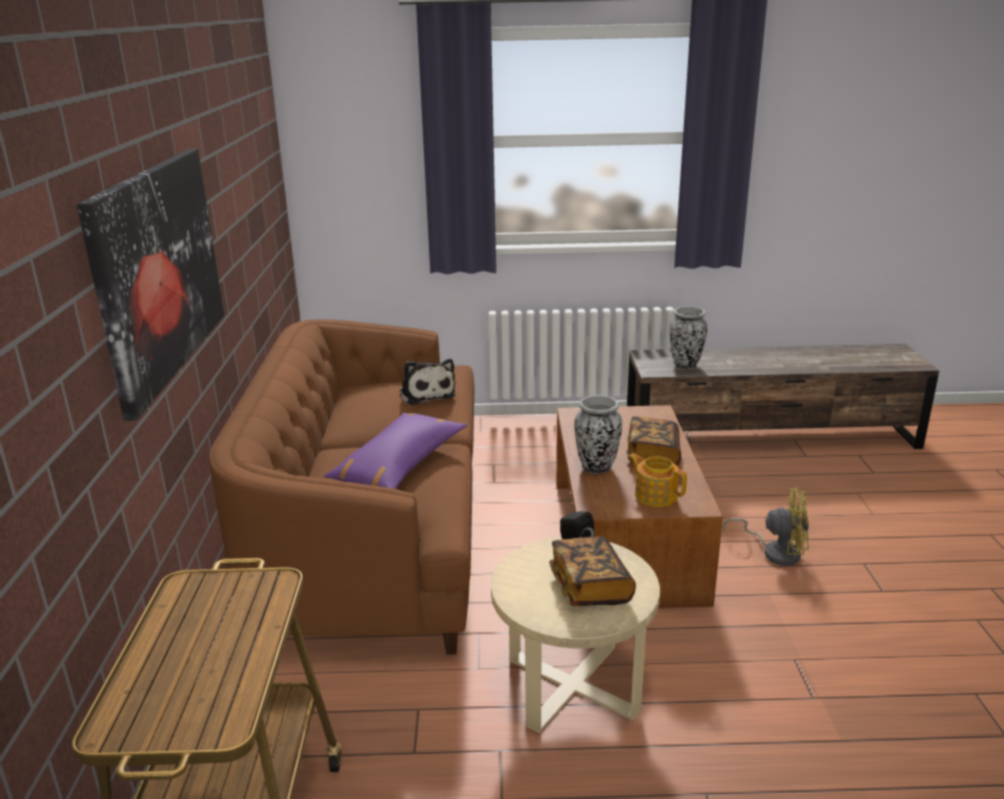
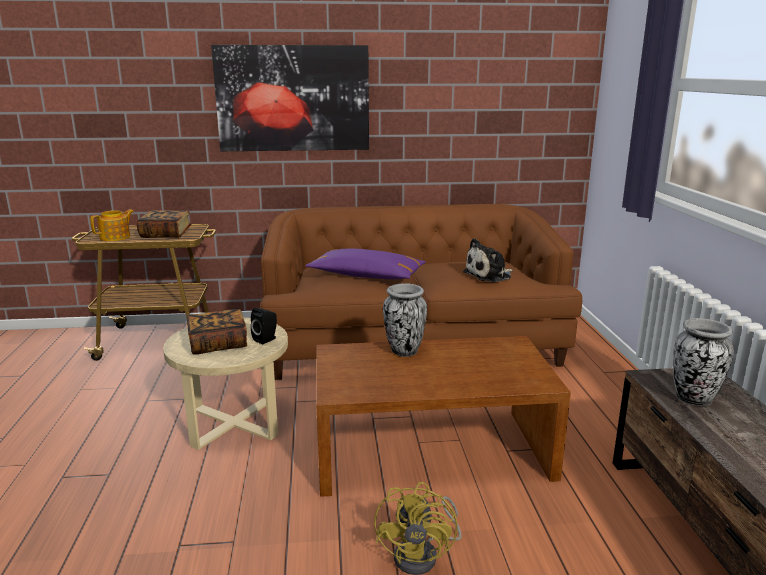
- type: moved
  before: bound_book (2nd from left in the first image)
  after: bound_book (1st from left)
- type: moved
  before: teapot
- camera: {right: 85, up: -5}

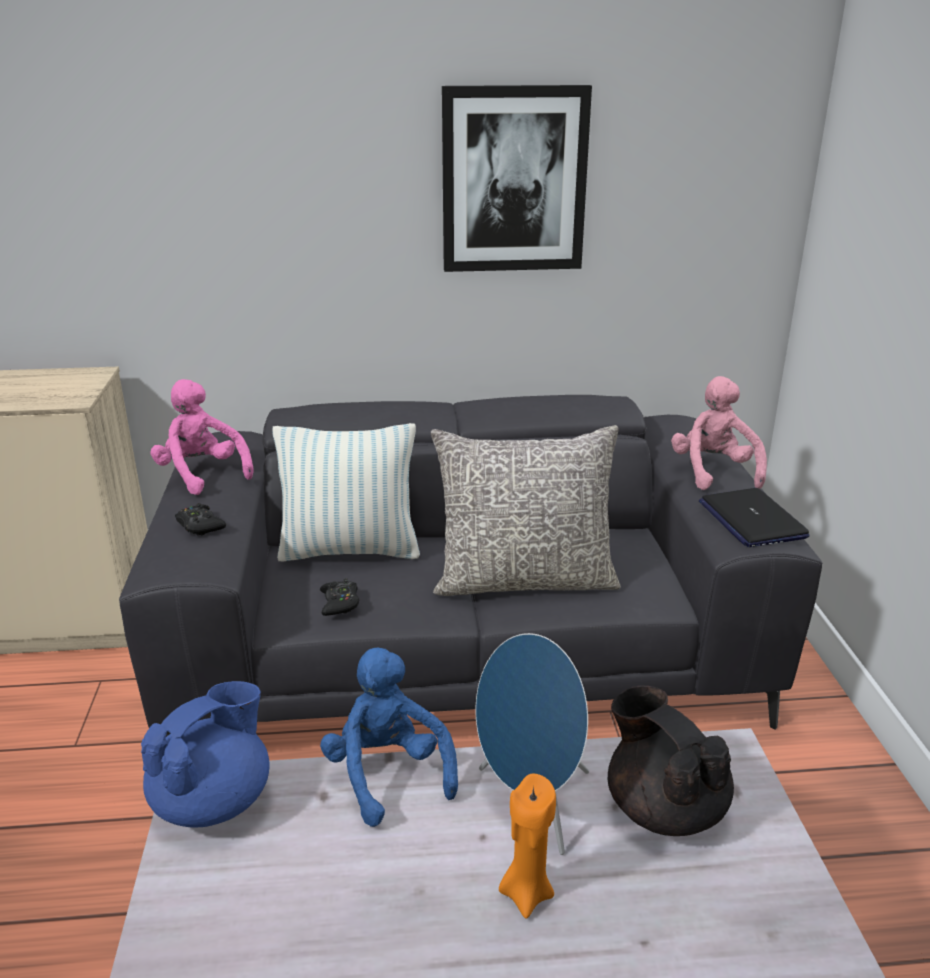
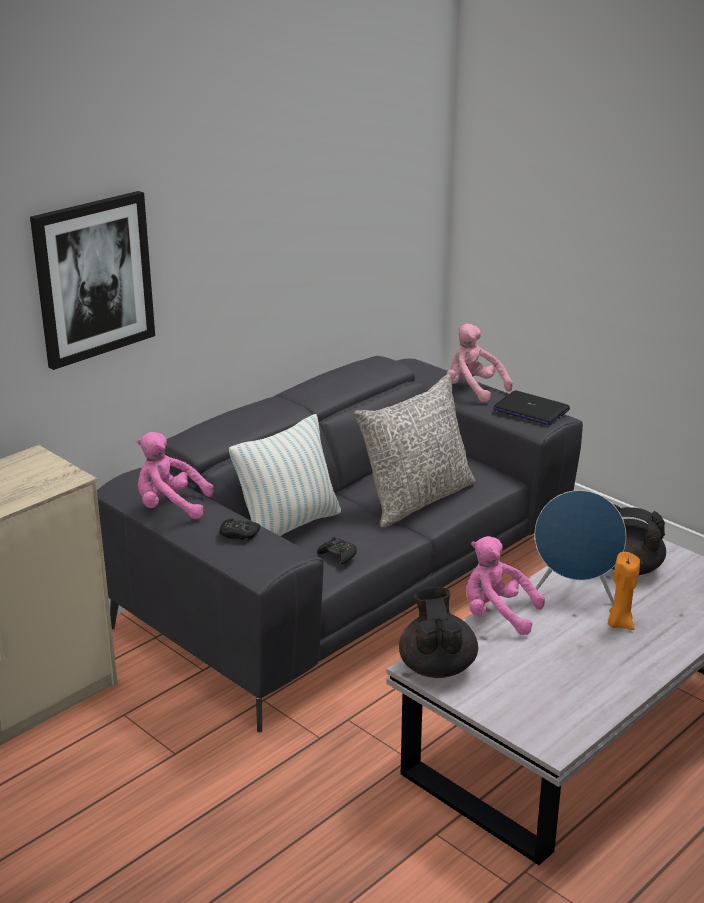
- type: moved
  before: wall_picture
- type: recoloured
  before: blue-coloured_plush_toy
  after: pinkish_plush_toy (3rd from left)
- type: recoloured
  before: blue-coloured_teapot
  after: blackish_teapot (1st from left)
- camera: {right: -40, up: 0}

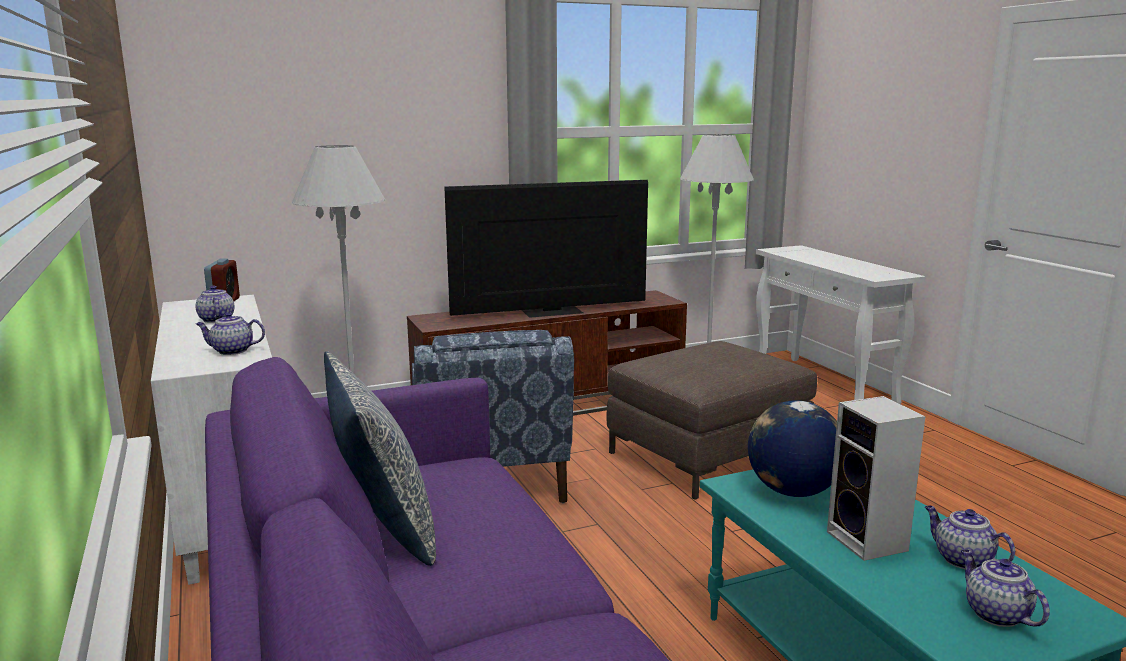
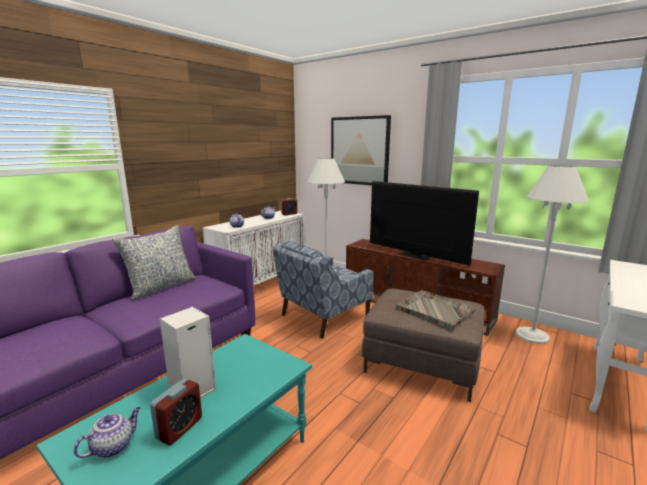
- type: removed
  before: desk_globe
- type: replaced
  before: teapot (3rd from left)
  after: alarm_clock (1st from left)
- type: added
  after: wall_picture
- type: added
  after: gray_serving_tray
- camera: {right: 60, up: 0}

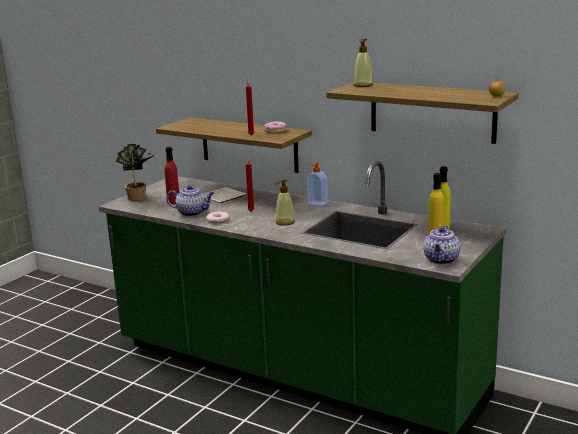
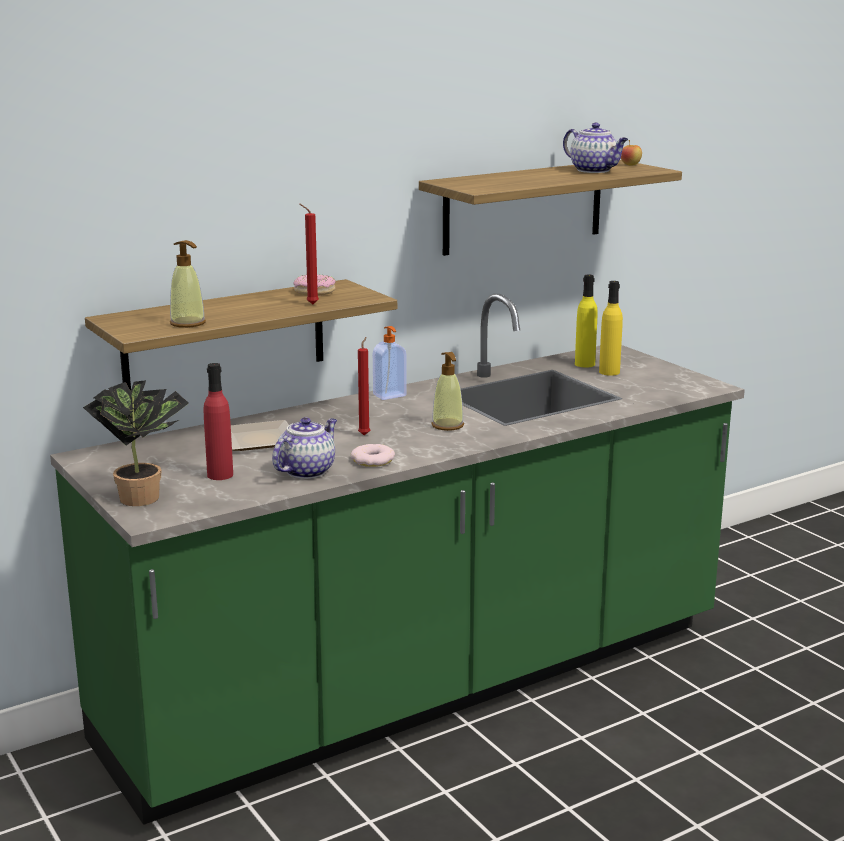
- type: moved
  before: liquid_soap_bottle (3rd from left in the first image)
  after: liquid_soap_bottle (1st from left)
- type: moved
  before: teapot (2nd from left)
- camera: {right: -65, up: 0}

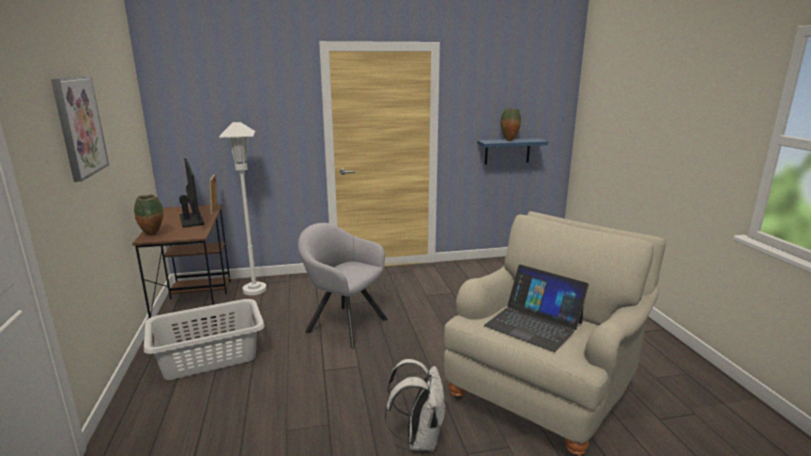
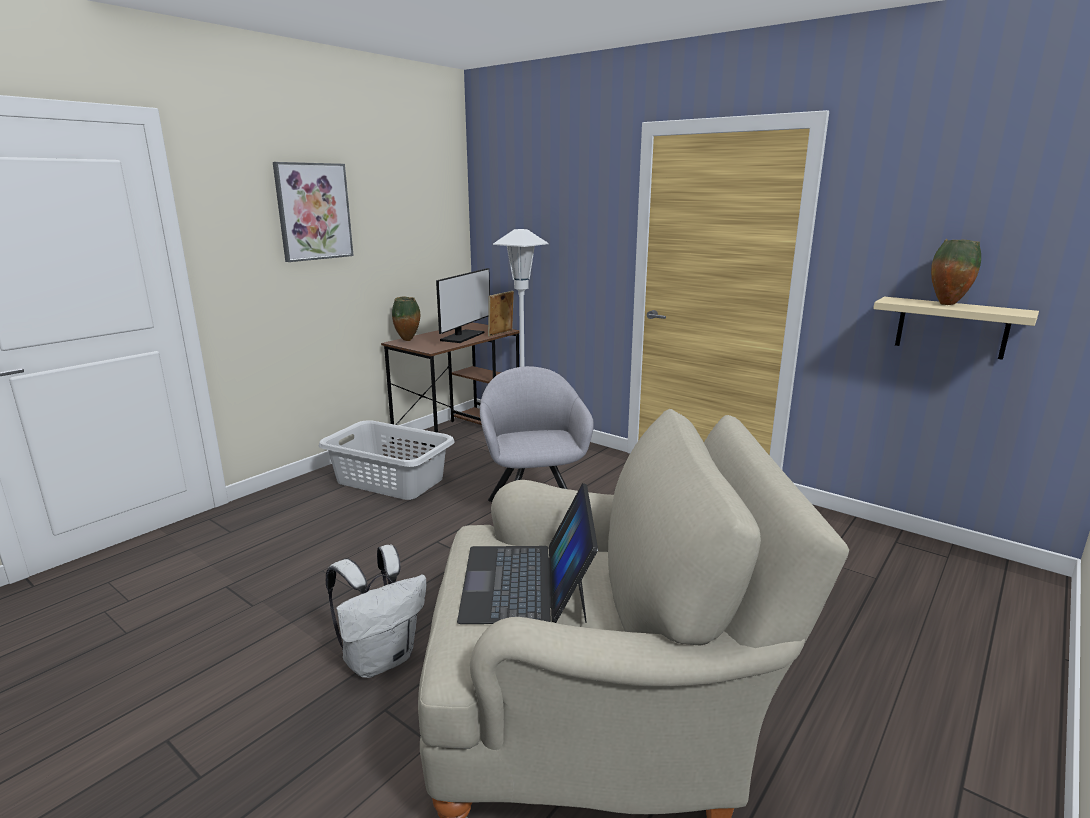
- type: recoloured
  before: blue-coloured_shelf
  after: beige_shelf
- camera: {right: 50, up: 0}

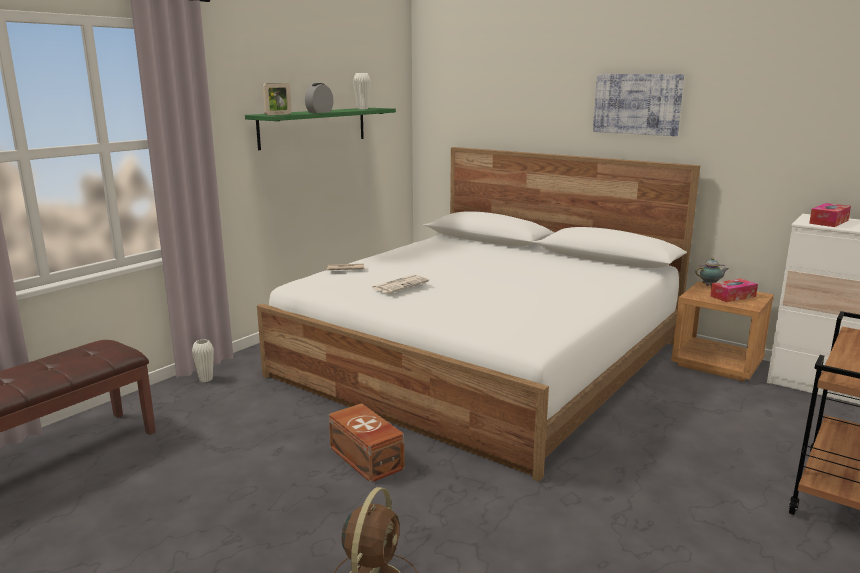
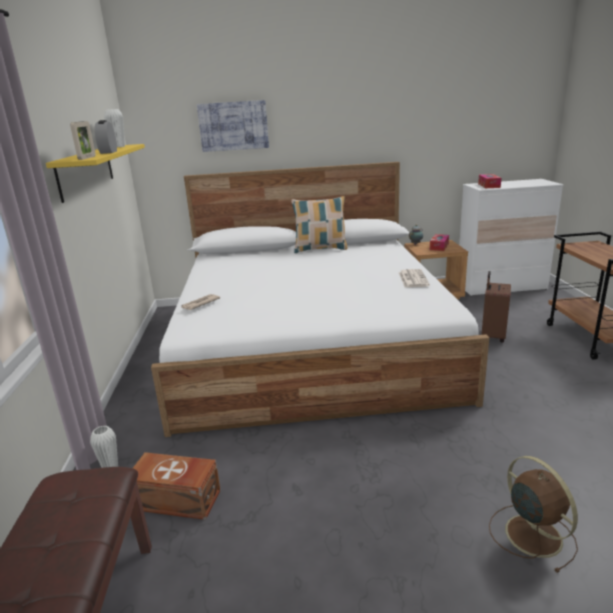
- type: moved
  before: wall_picture
- type: recoloured
  before: green_shelf
  after: yellow_shelf
- type: moved
  before: printed_paper (2nd from left)
- type: moved
  before: brown-coloured_storage_container
- type: added
  after: cushion
- type: added
  after: brown-coloured_suitcase
- camera: {right: -40, up: 5}

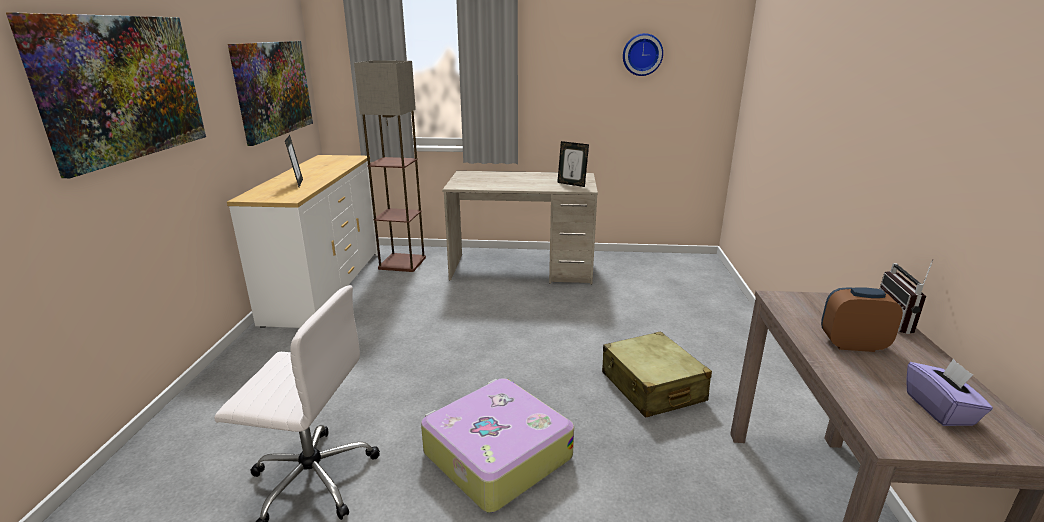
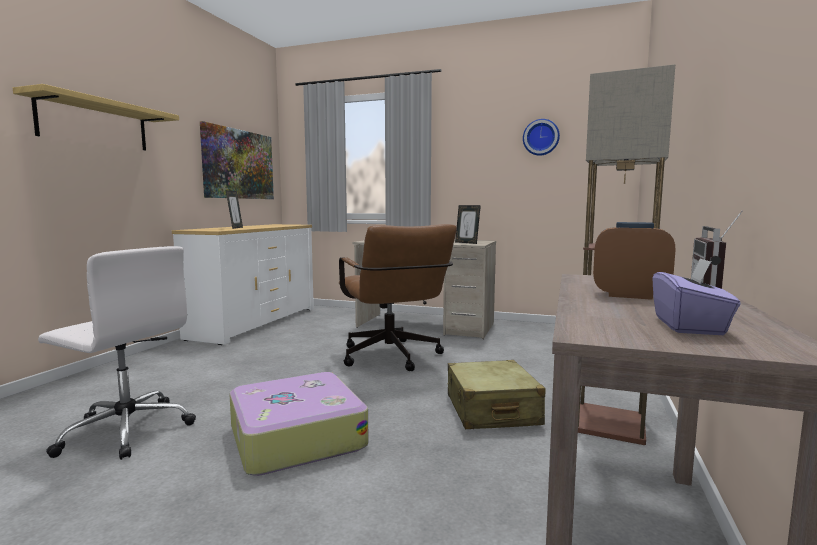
- type: replaced
  before: wall_picture (1st from left)
  after: shelf
- type: moved
  before: standing_lamp
- type: added
  after: brown-coloured_desk_chair
- camera: {right: 15, up: -15}

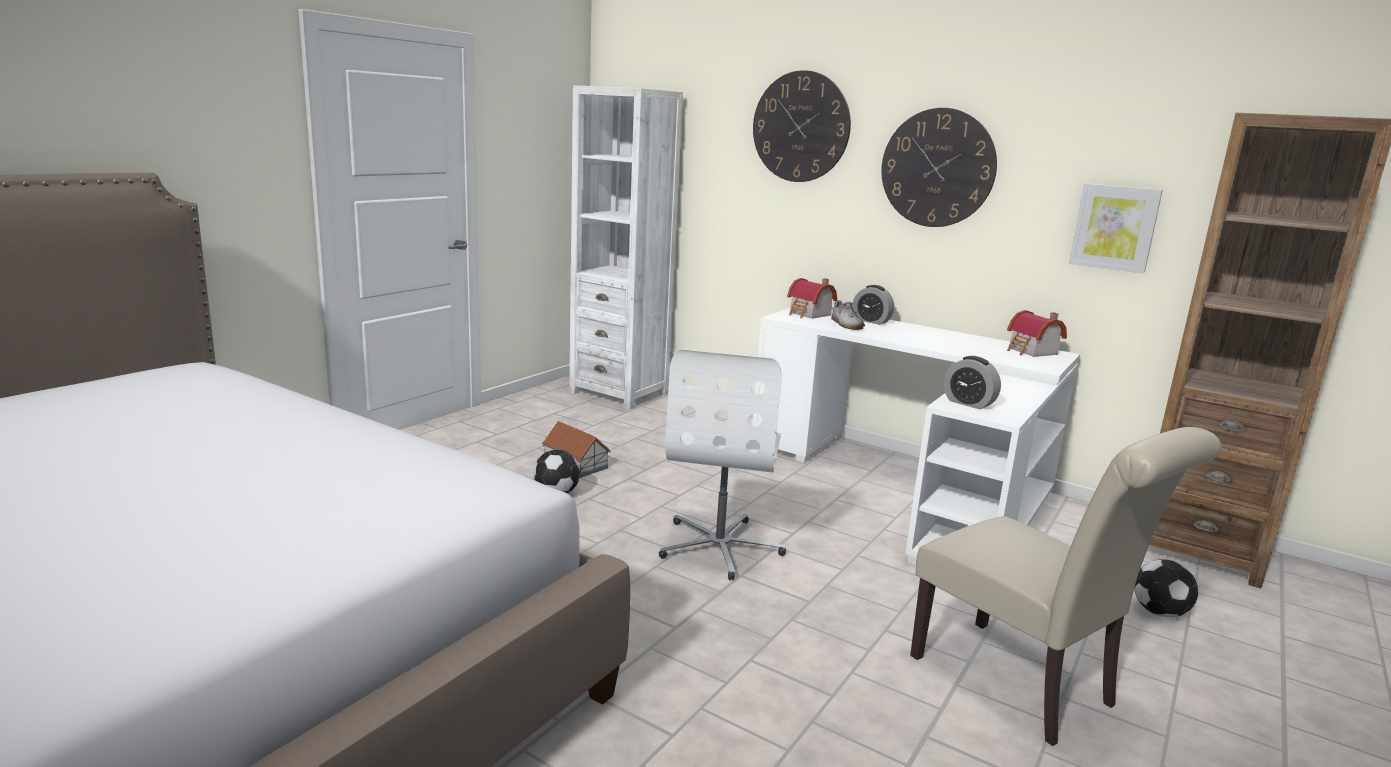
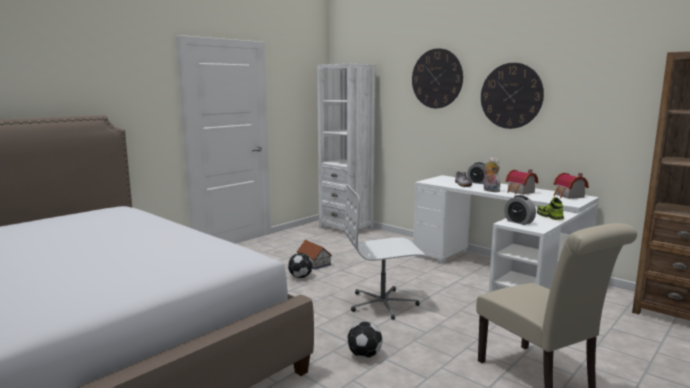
- type: removed
  before: wall_picture
- type: moved
  before: miniature_house (2nd from left)
- type: turned
  before: whitish_desk_chair
  turn: 60
- type: moved
  before: ball_for_football (2nd from left)
- type: added
  after: plush_toy
- type: added
  after: item_of_footwear (2nd from left)
- camera: {right: 10, up: -5}

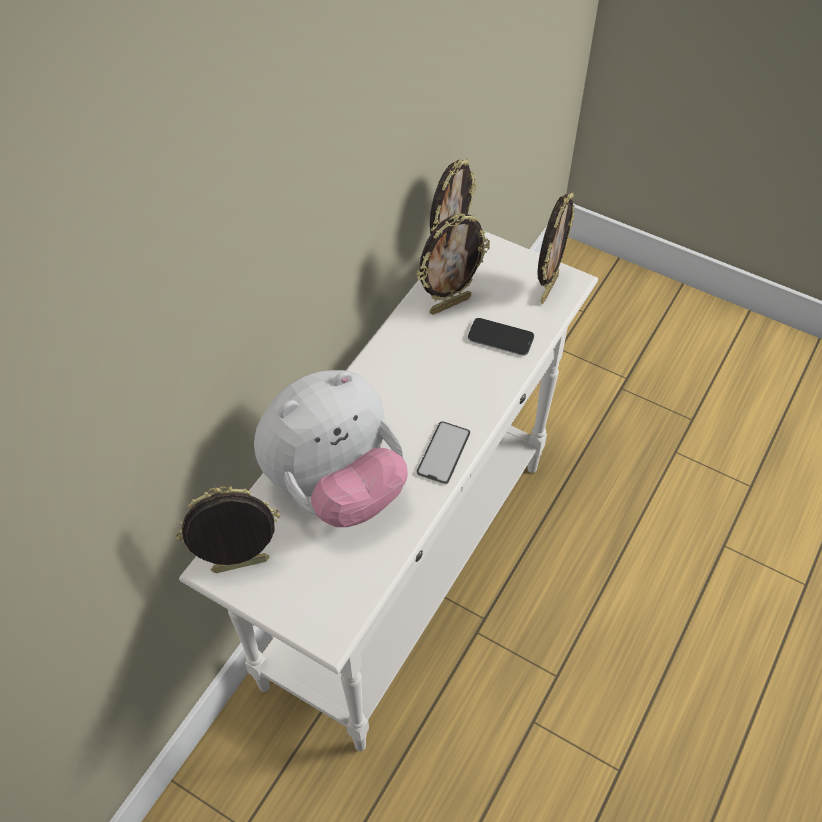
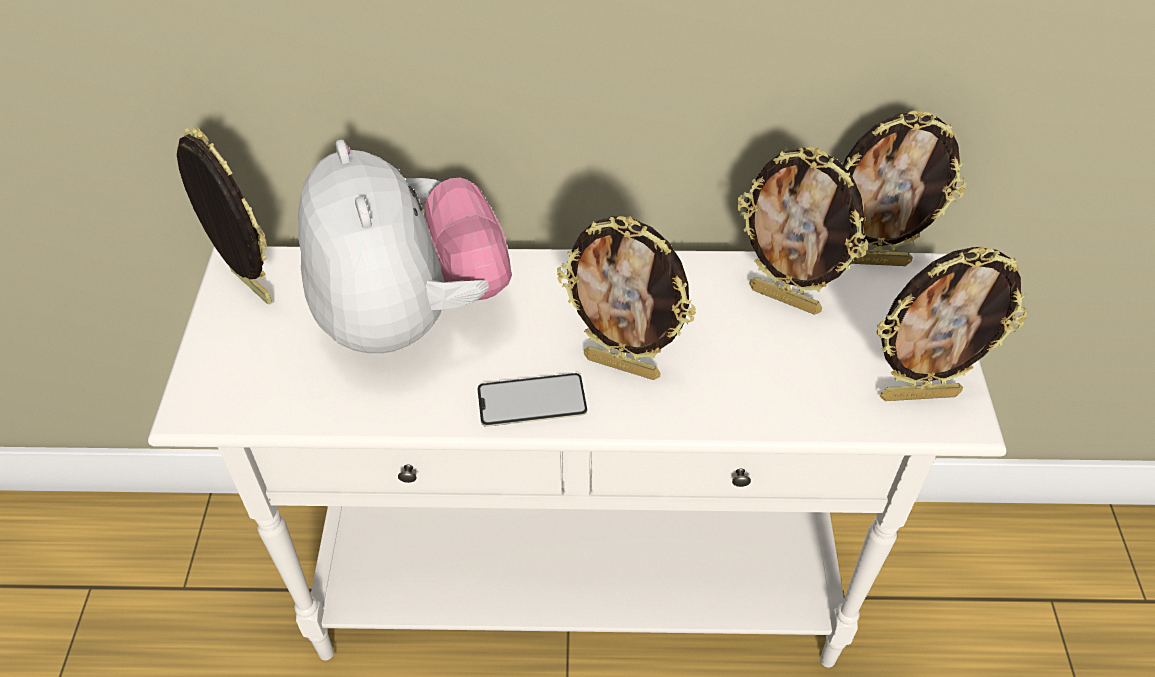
- type: removed
  before: handset (2nd from left)
- type: turned
  before: plush_toy
  turn: -135
- type: added
  after: picture_frame (2nd from left)
- camera: {right: 60, up: -5}

